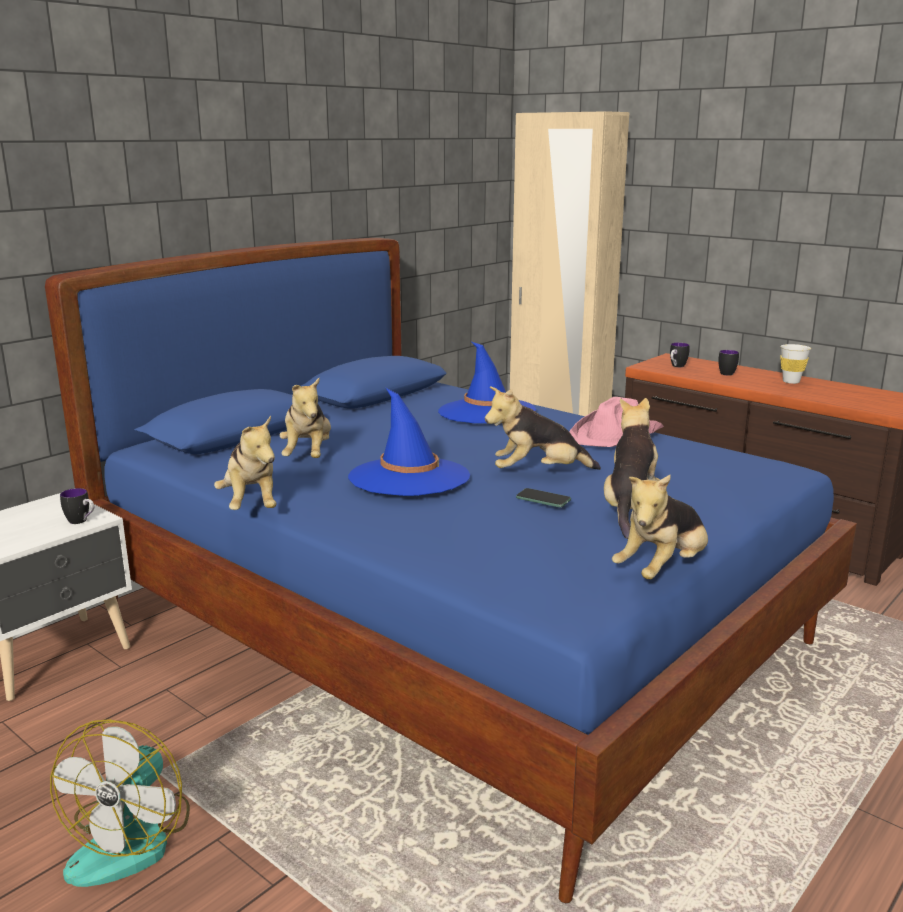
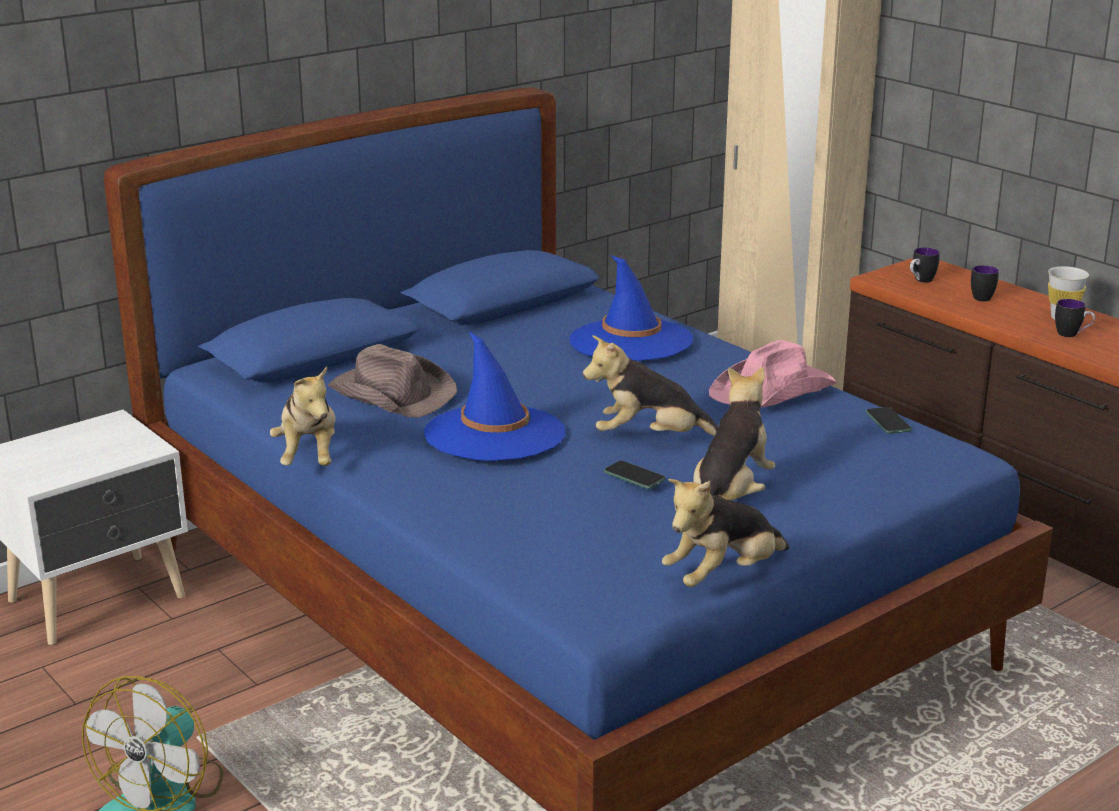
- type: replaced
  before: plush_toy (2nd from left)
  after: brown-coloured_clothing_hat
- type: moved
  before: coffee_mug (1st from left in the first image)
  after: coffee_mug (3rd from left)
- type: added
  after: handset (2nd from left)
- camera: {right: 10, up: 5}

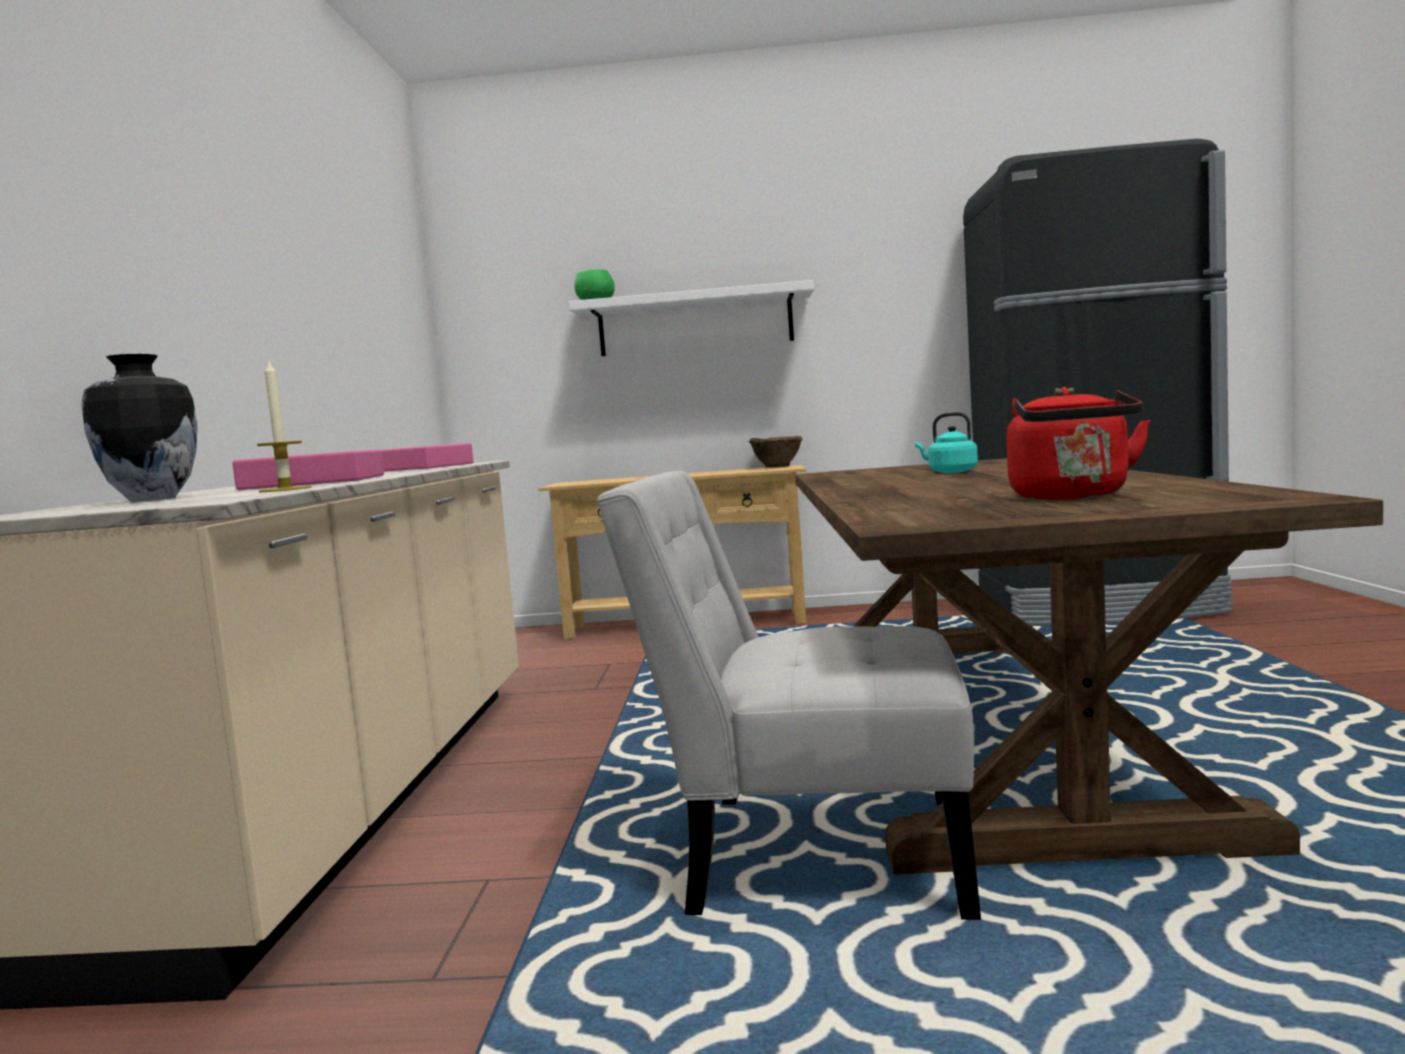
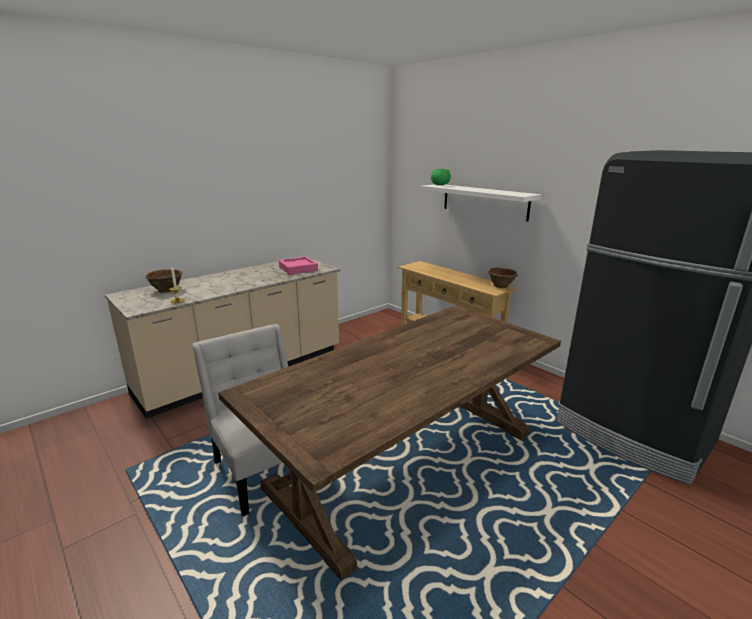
- type: replaced
  before: flower_vase
  after: brown-coloured_bowl (1st from left)
- type: removed
  before: red_tea_kettle
- type: removed
  before: turquoise-coloured_tea_kettle
- type: removed
  before: pinkish_serving_tray (1st from left)
- camera: {right: 45, up: 15}

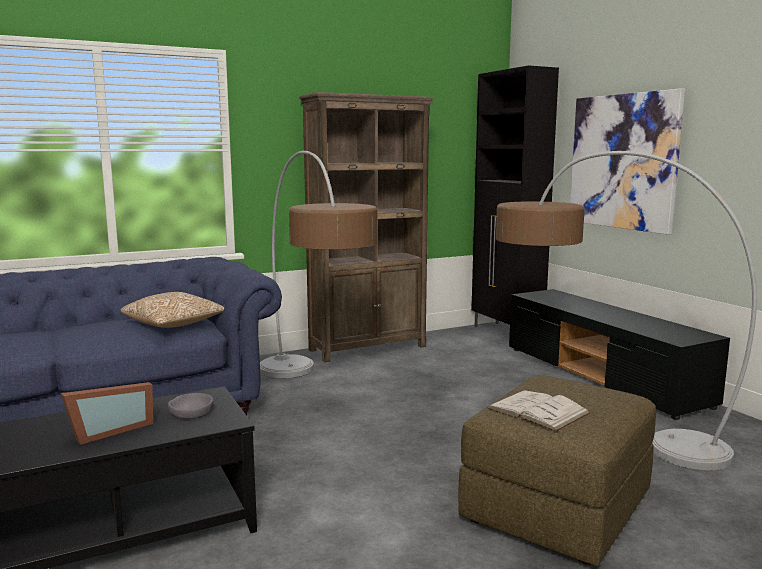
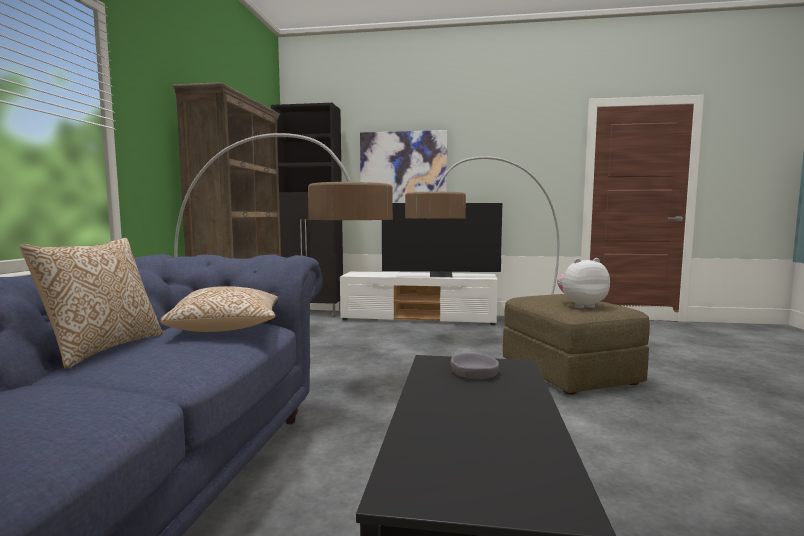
- type: recoloured
  before: blackish_media_console
  after: whitish_media_console
- type: removed
  before: picture_frame
- type: replaced
  before: whitish_bound_book
  after: plush_toy
- type: added
  after: TV
- type: added
  after: cushion (1st from left)
- camera: {right: -55, up: -5}

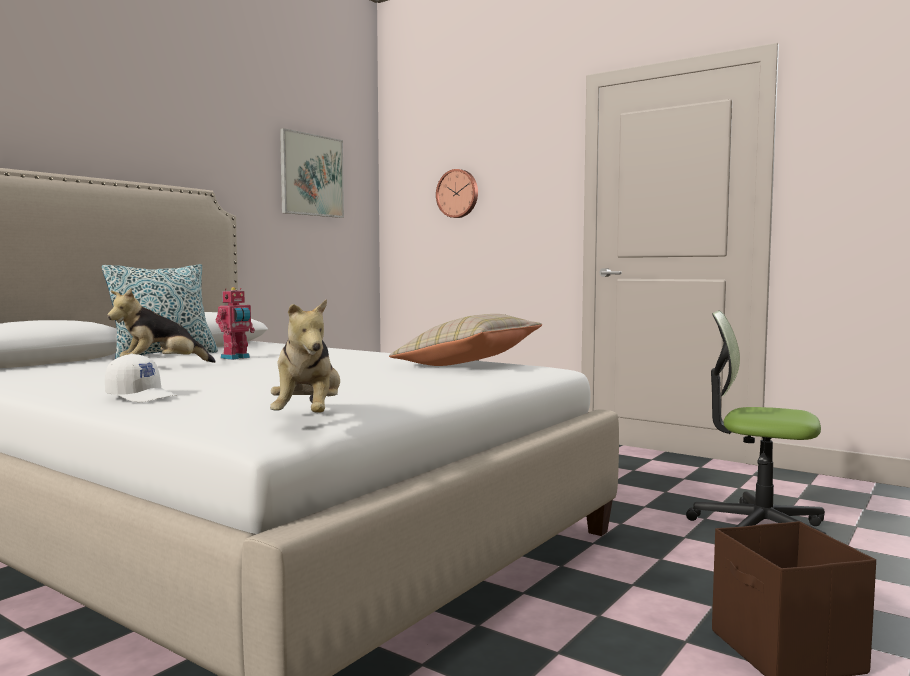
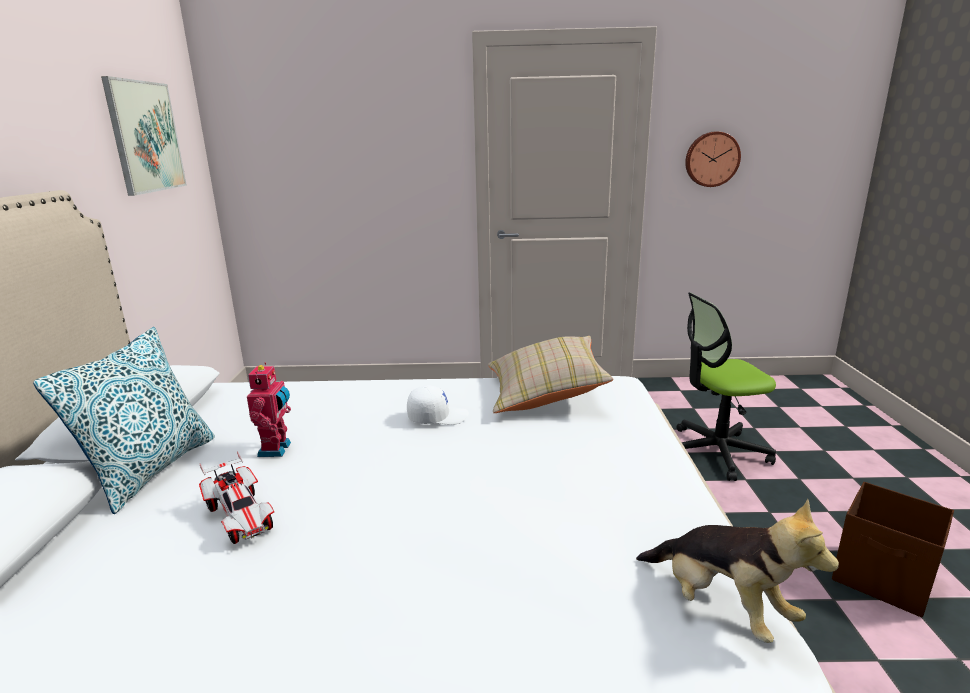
- type: moved
  before: wall_clock
- type: replaced
  before: plush_toy (1st from left)
  after: miniature_car
- type: moved
  before: whitish_baseball_cap
- camera: {right: -35, up: 15}

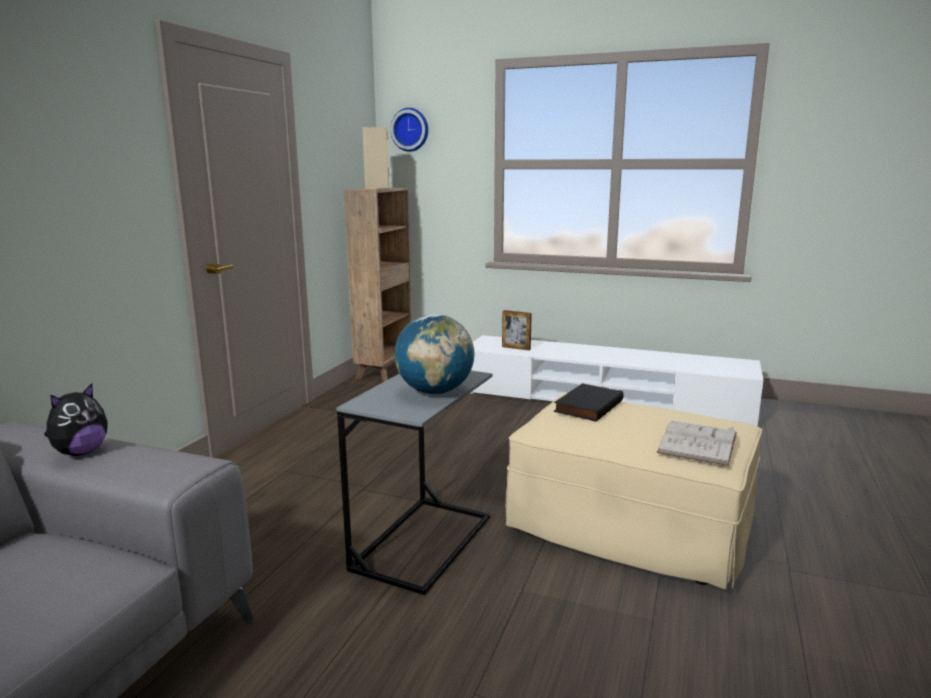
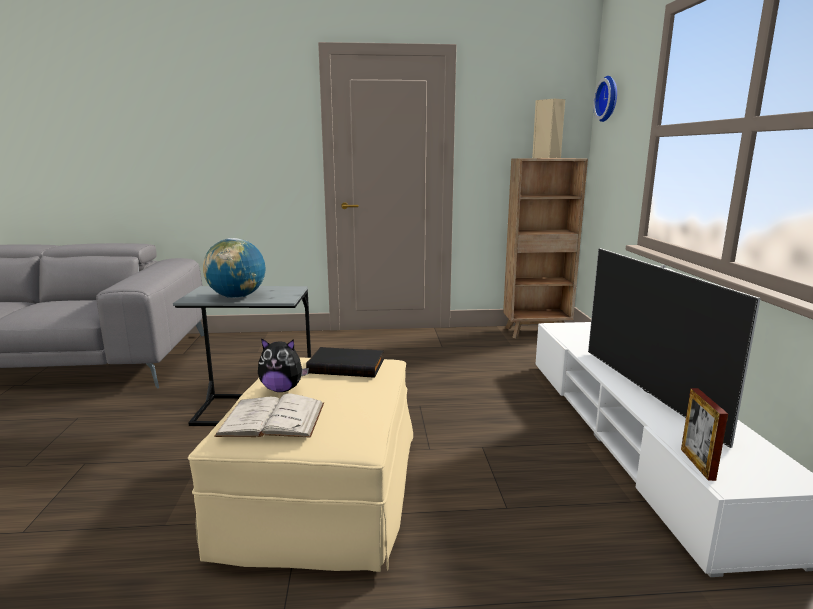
- type: moved
  before: picture_frame
- type: moved
  before: plush_toy
- type: added
  after: TV
- camera: {right: 65, up: 0}

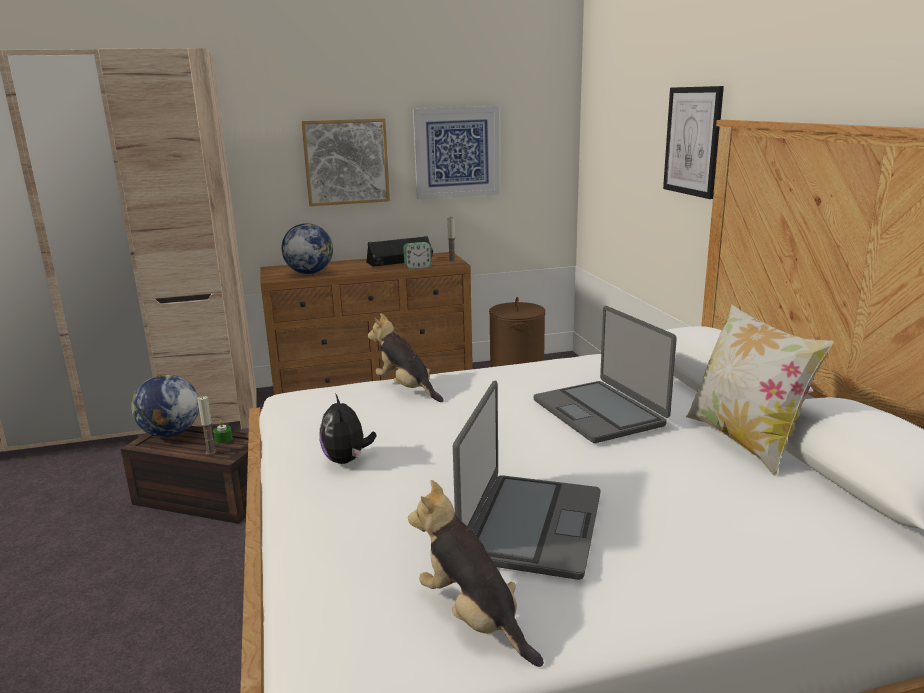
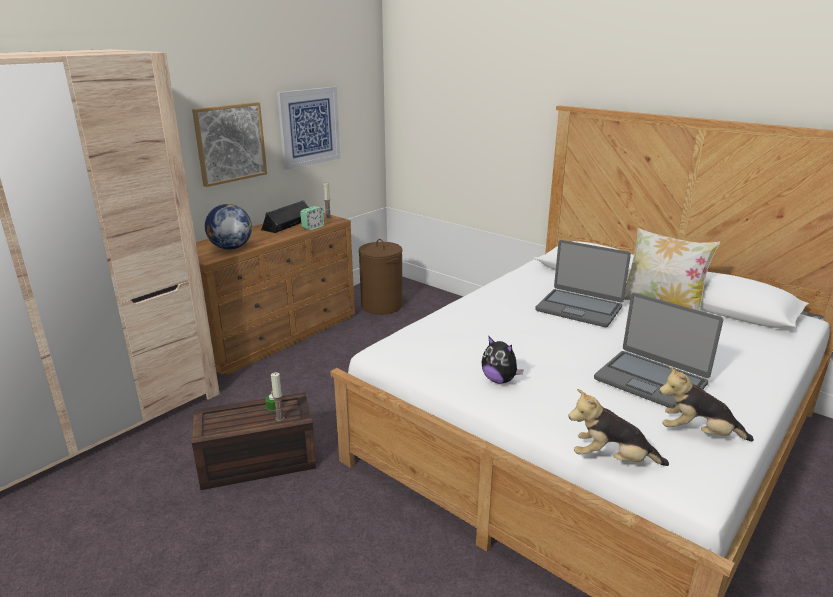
- type: removed
  before: wall_picture (3rd from left)
- type: moved
  before: plush_toy (2nd from left)
- type: removed
  before: desk_globe (1st from left)
- type: turned
  before: notebook_computer (1st from left in the first image)
  turn: 150
- camera: {right: -35, up: 5}

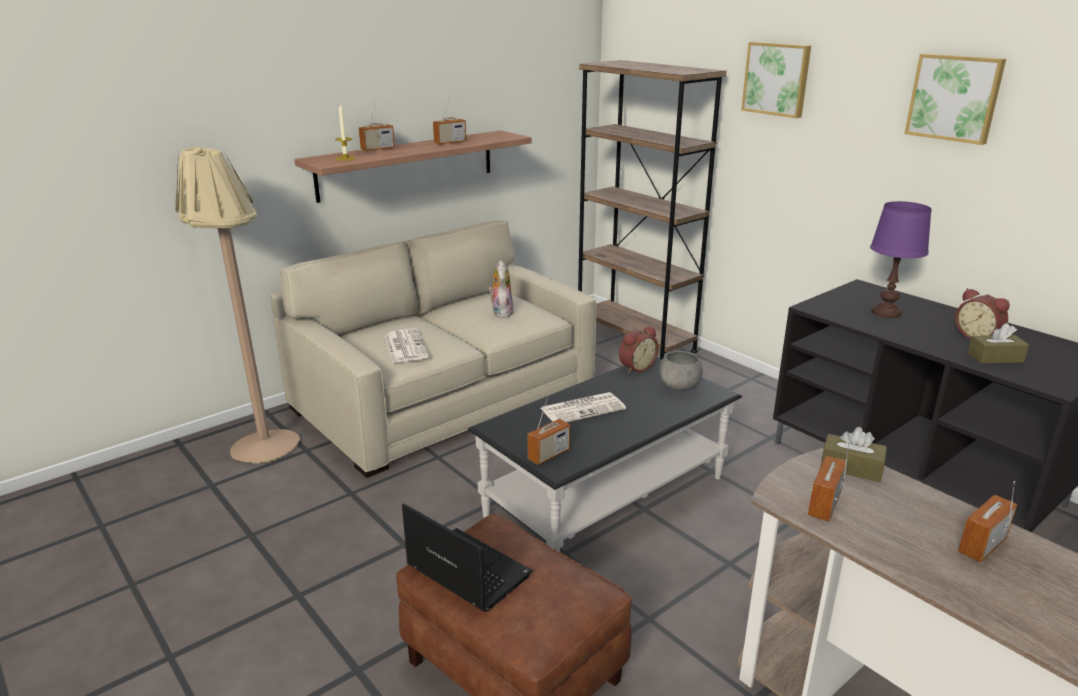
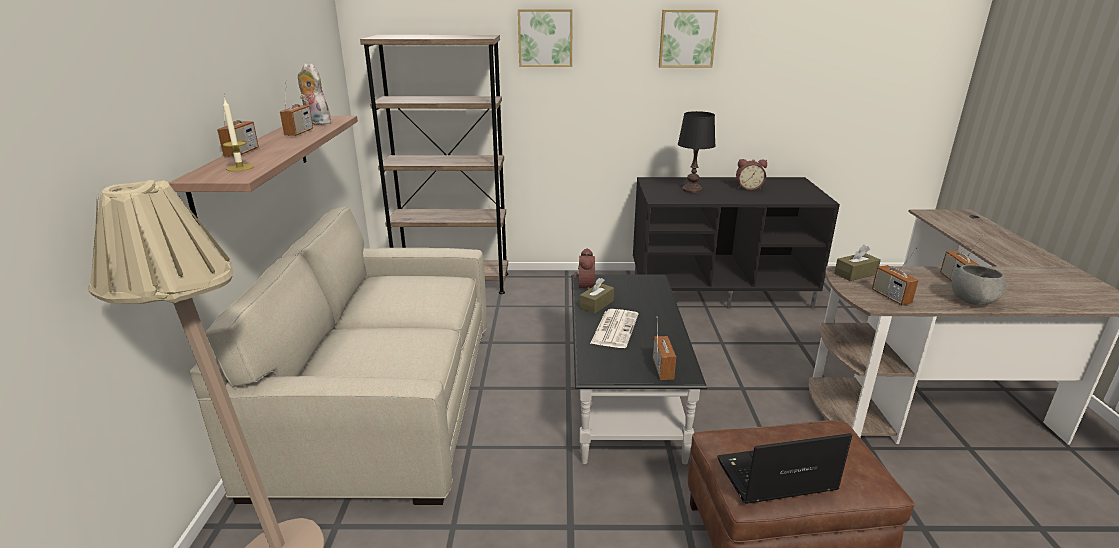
- type: recoloured
  before: purplish_table_lamp
  after: blackish_table_lamp
- type: moved
  before: plush_toy
- type: moved
  before: brown-coloured_tissue_holder (2nd from left in the first image)
  after: brown-coloured_tissue_holder (1st from left)
- type: removed
  before: printed_paper (1st from left)
- type: moved
  before: gray_bowl
- camera: {right: -50, up: 0}

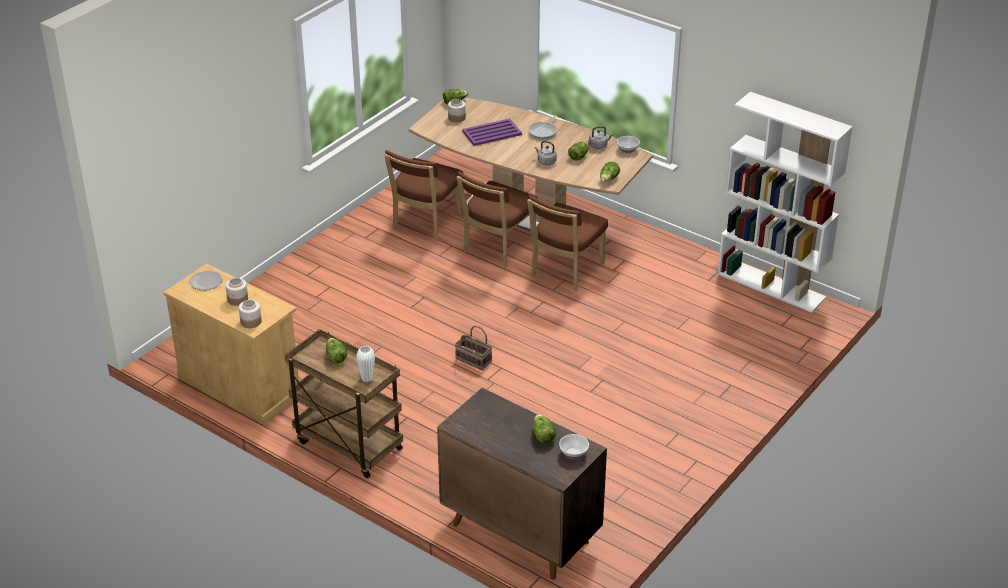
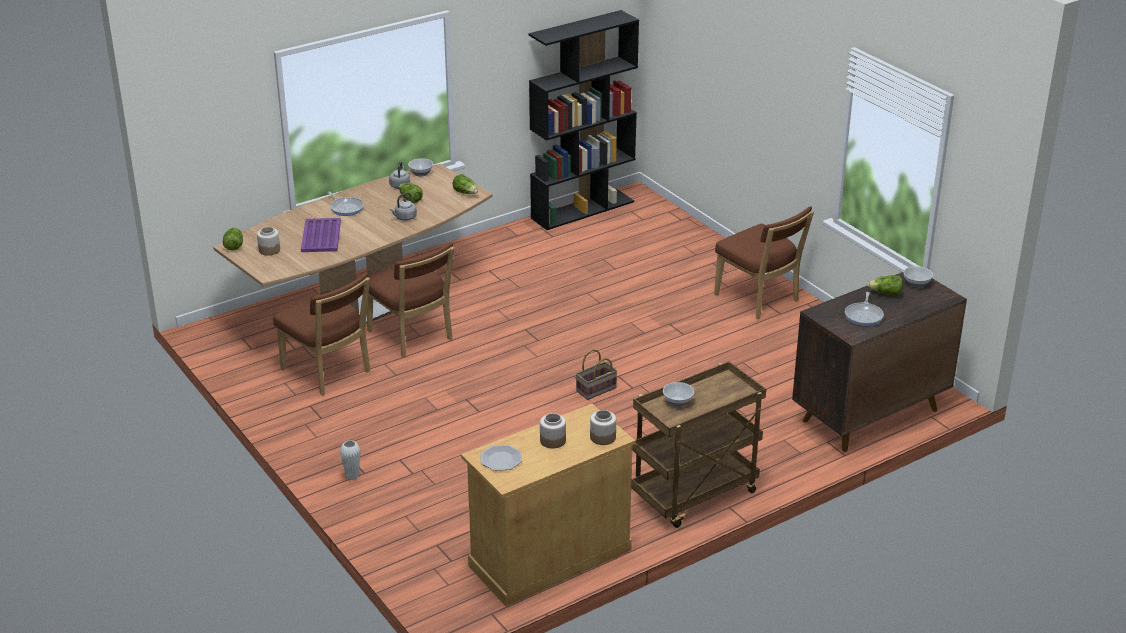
- type: recoloured
  before: whitish_shelving_unit
  after: blackish_shelving_unit
- type: moved
  before: brown-coloured_plain_chair (3rd from left)
- type: replaced
  before: lettuce_head (1st from left)
  after: bowl (2nd from left)
- type: moved
  before: whitish_flower_vase
- type: added
  after: frying_pan (2nd from left)
- camera: {right: -70, up: -5}

